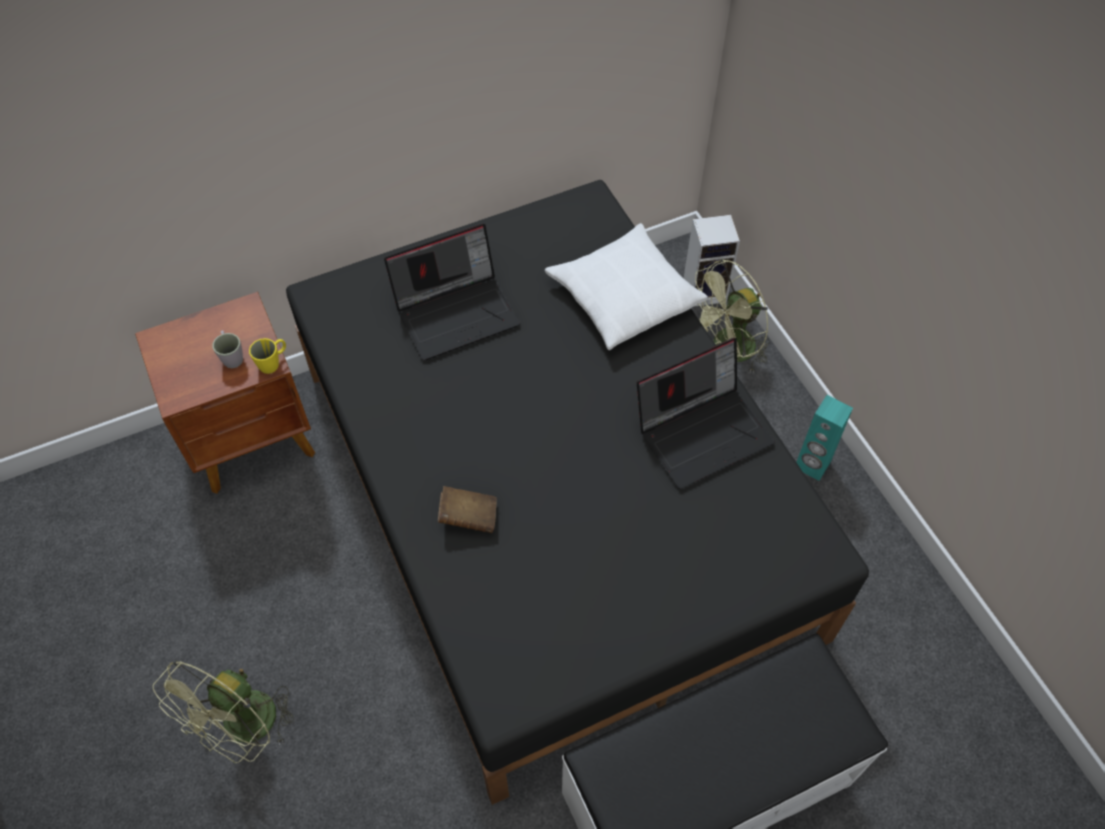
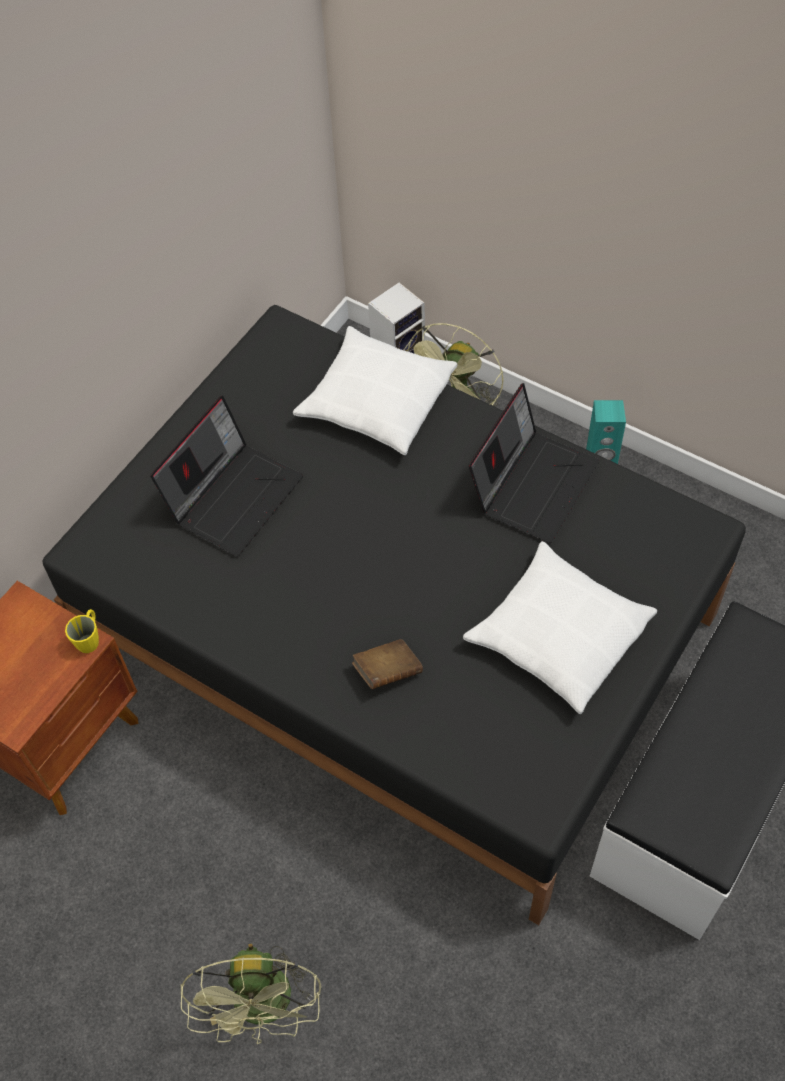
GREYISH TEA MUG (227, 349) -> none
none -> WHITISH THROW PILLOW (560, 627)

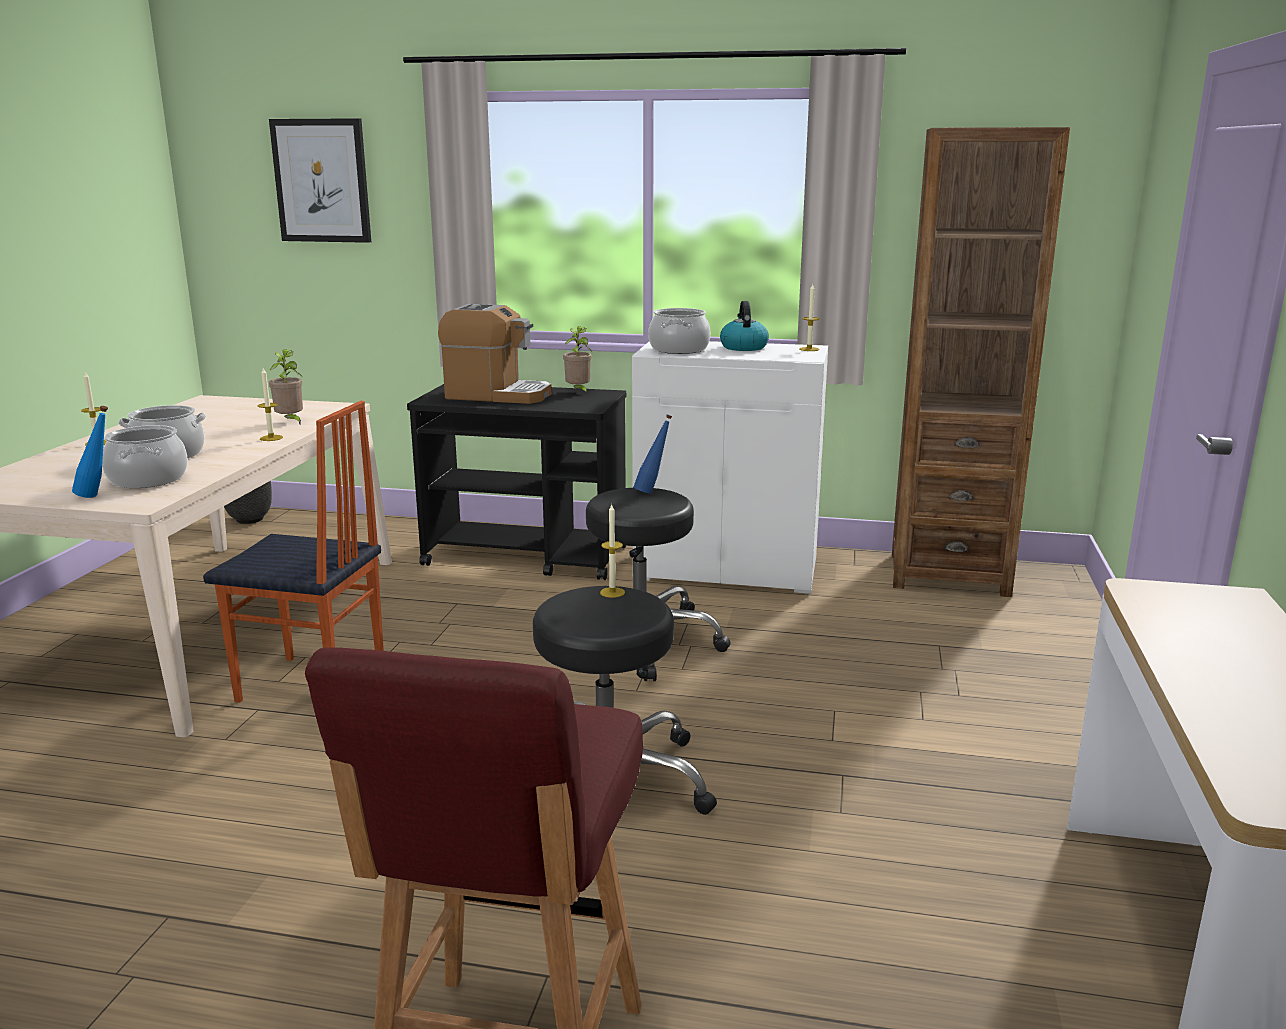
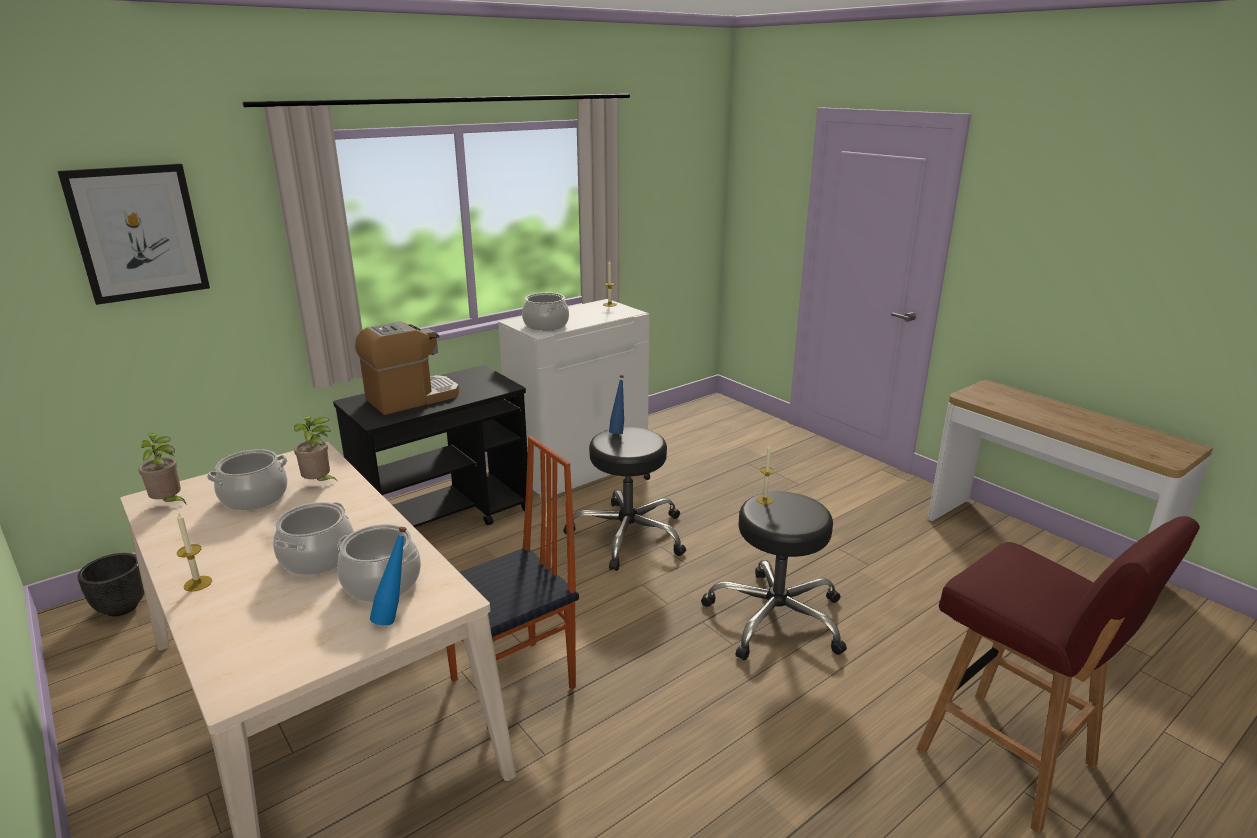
BROWN BOOKSHELF (981, 362) -> none
TEA KETTLE (744, 326) -> none
HOUSEPLANT (577, 360) -> HOUSEPLANT (162, 469), moved
WAX LIGHT (270, 404) -> none
none -> STOCKPOT (247, 480)

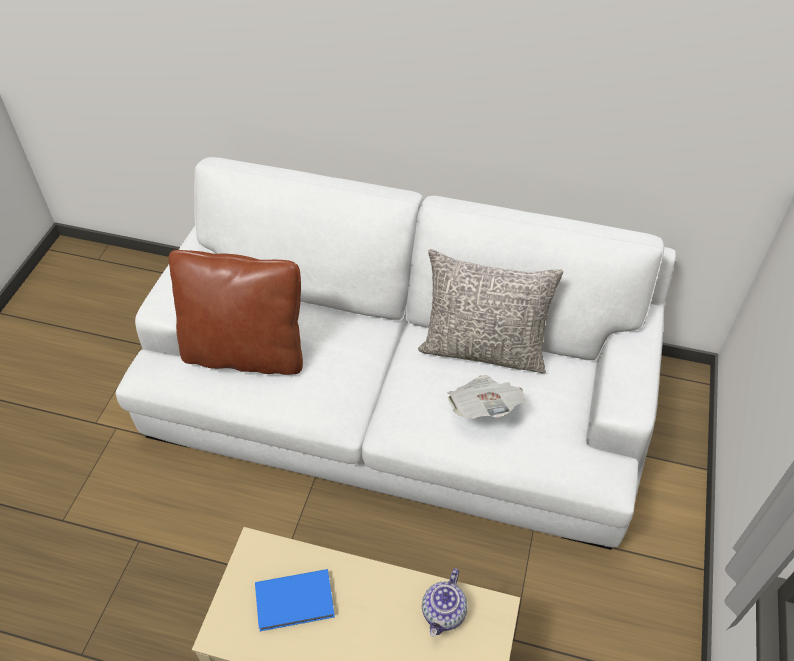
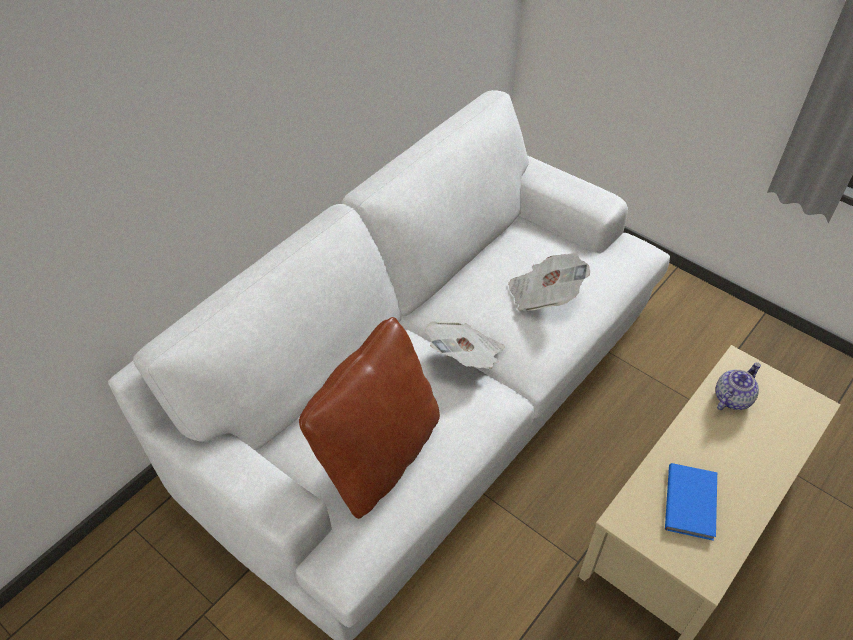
GREYISH THROW PILLOW (490, 311) -> none
POT FOR TEA (445, 602) -> POT FOR TEA (738, 386), 90 degrees counterclockwise
none -> NEWSPAPER (465, 345)

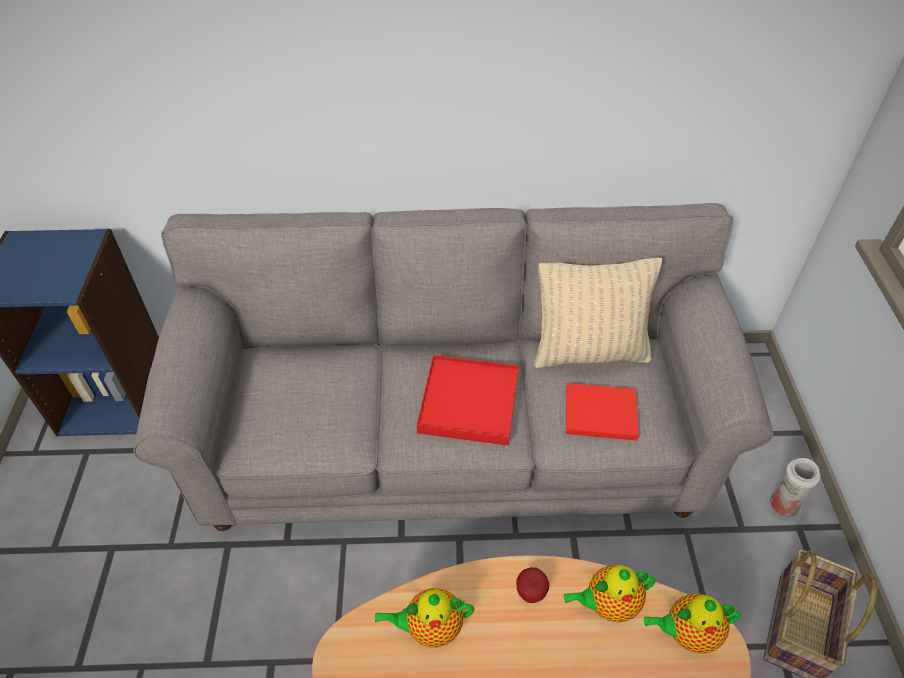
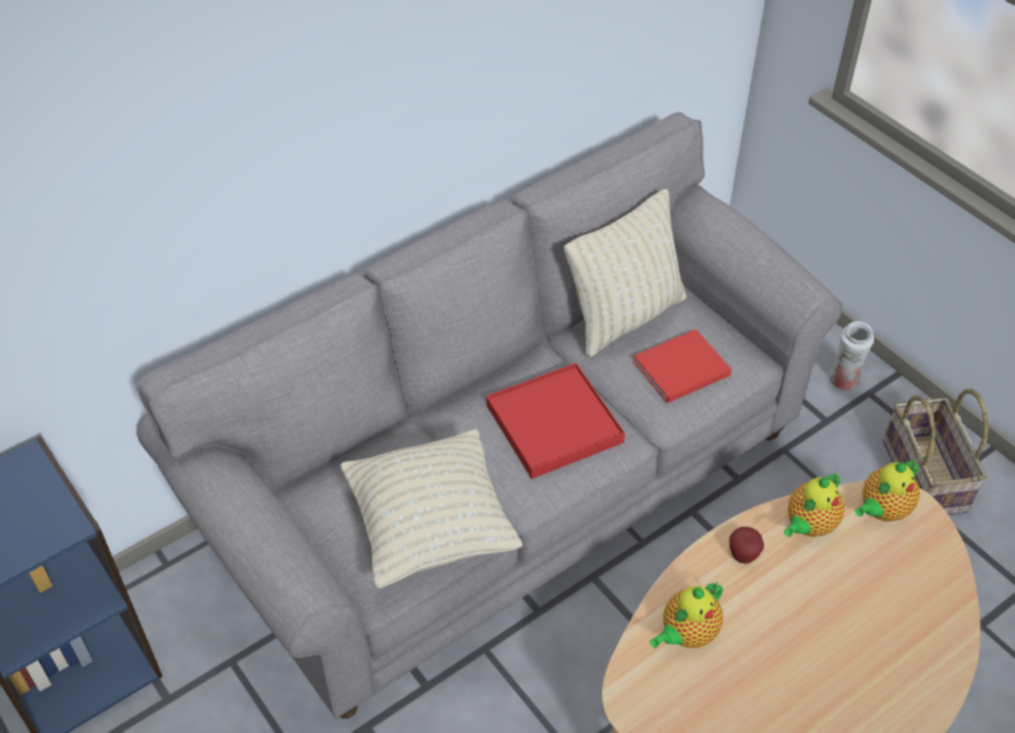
none -> BEIGE-COLOURED THROW PILLOW (431, 509)

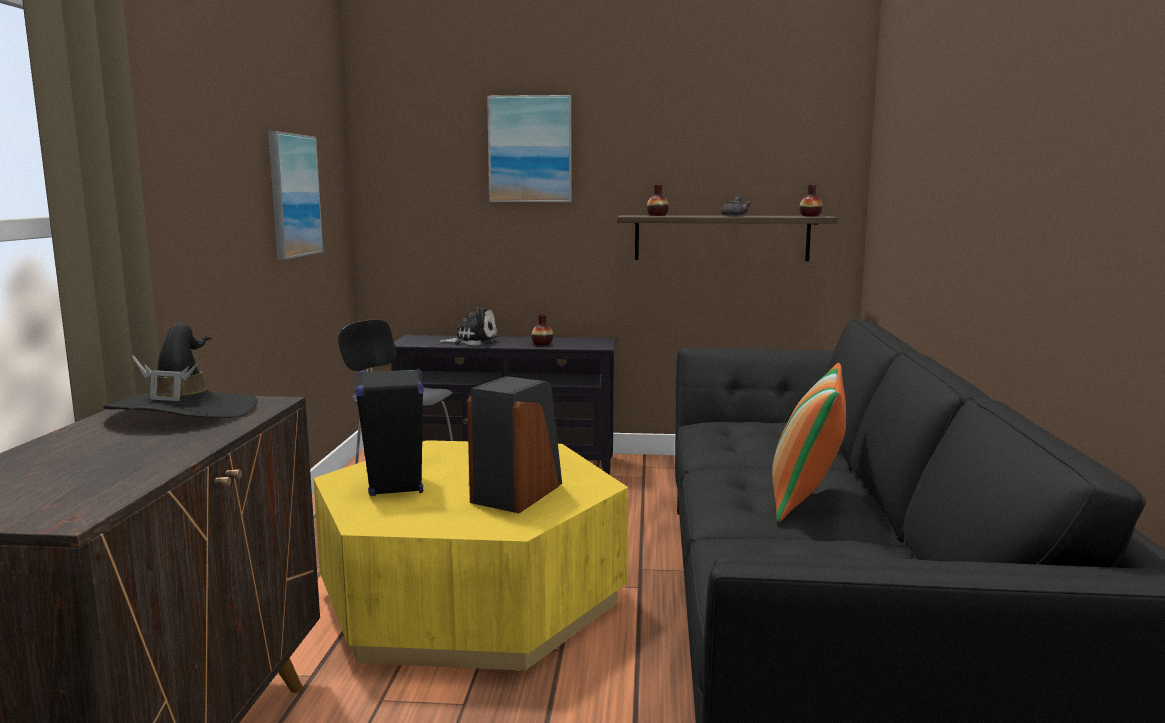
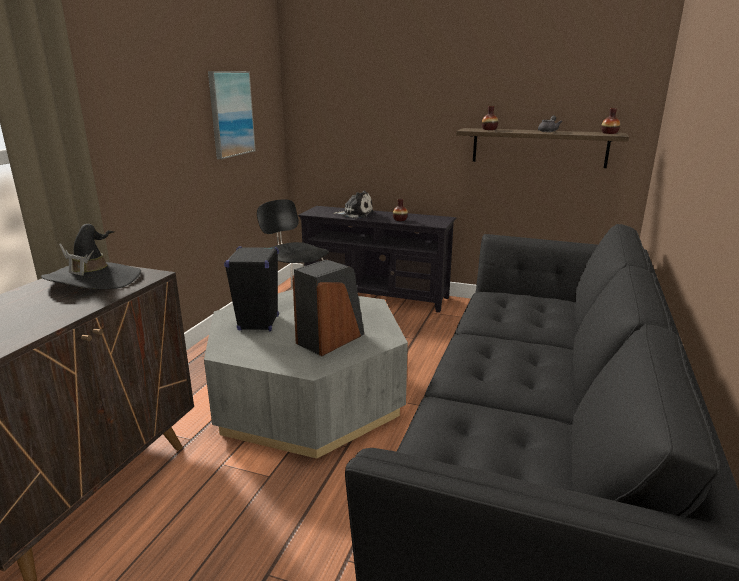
PICTURE (529, 148) -> none
THROW PILLOW (809, 442) -> none
YELLOW-COLOURED COFFEE TABLE (470, 555) -> GREYISH COFFEE TABLE (306, 374)

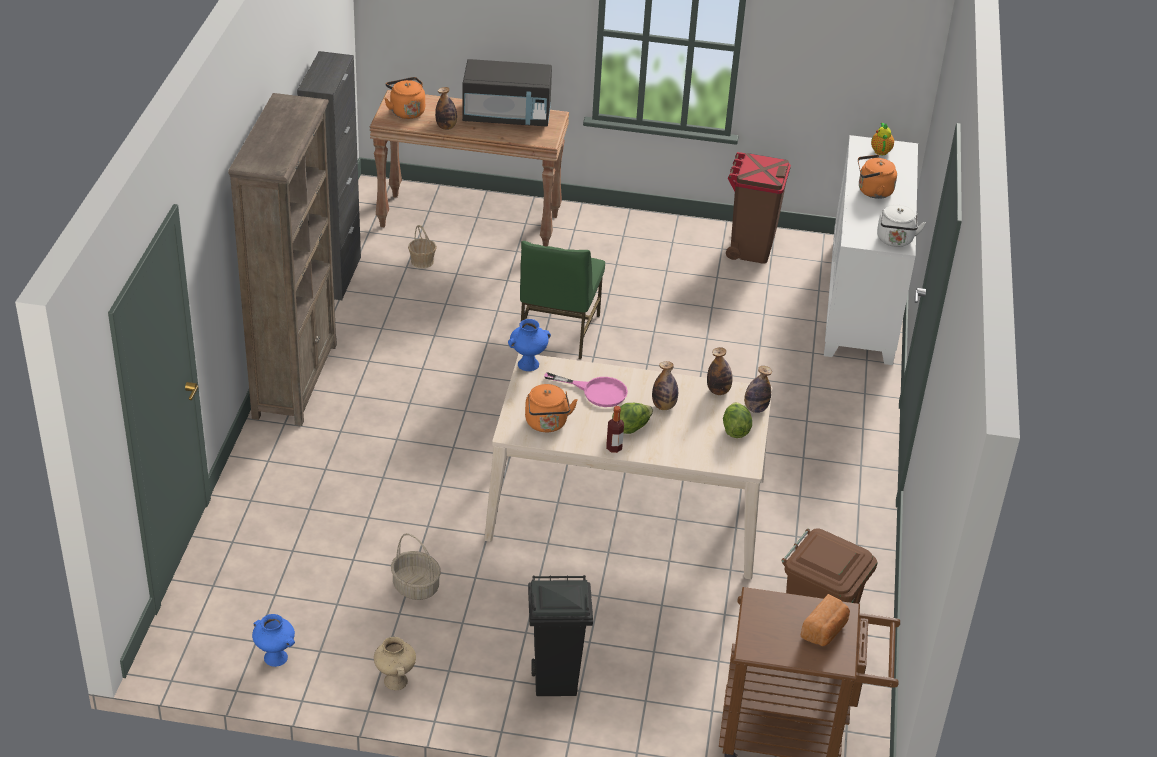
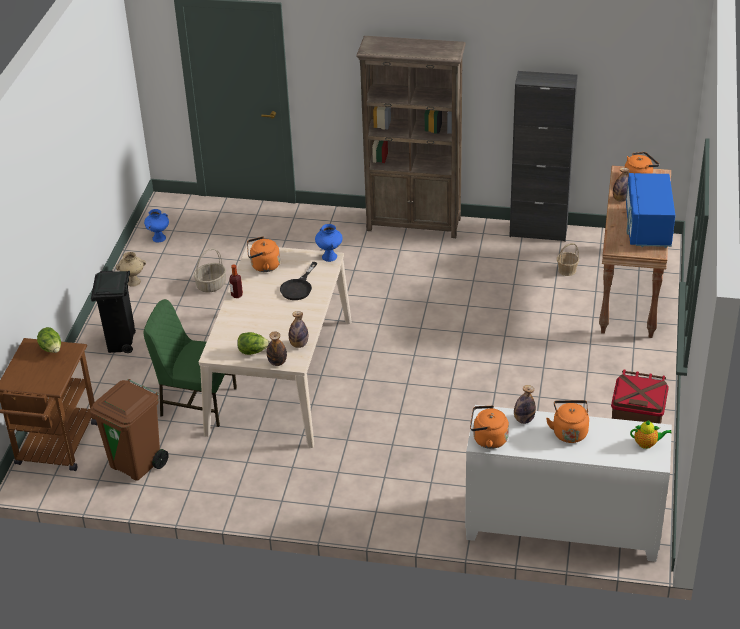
BLACK KITCHEN MICROWAVE (507, 92) -> BLUE KITCHEN MICROWAVE (650, 210)
WHITISH TEA KETTLE (901, 226) -> ORANGE TEA KETTLE (489, 427)
GREEN-COLOURED UPRIGHT CHAIR (562, 300) -> GREEN-COLOURED UPRIGHT CHAIR (190, 363), moved
BEVERAGE BOTTLE (665, 385) -> BEVERAGE BOTTLE (525, 404), moved
PINK PAN (586, 389) -> BLACK PAN (298, 281)
HEAD OF LETTUCE (632, 418) -> HEAD OF LETTUCE (49, 340), moved
BAKERY BREAD (825, 620) -> none

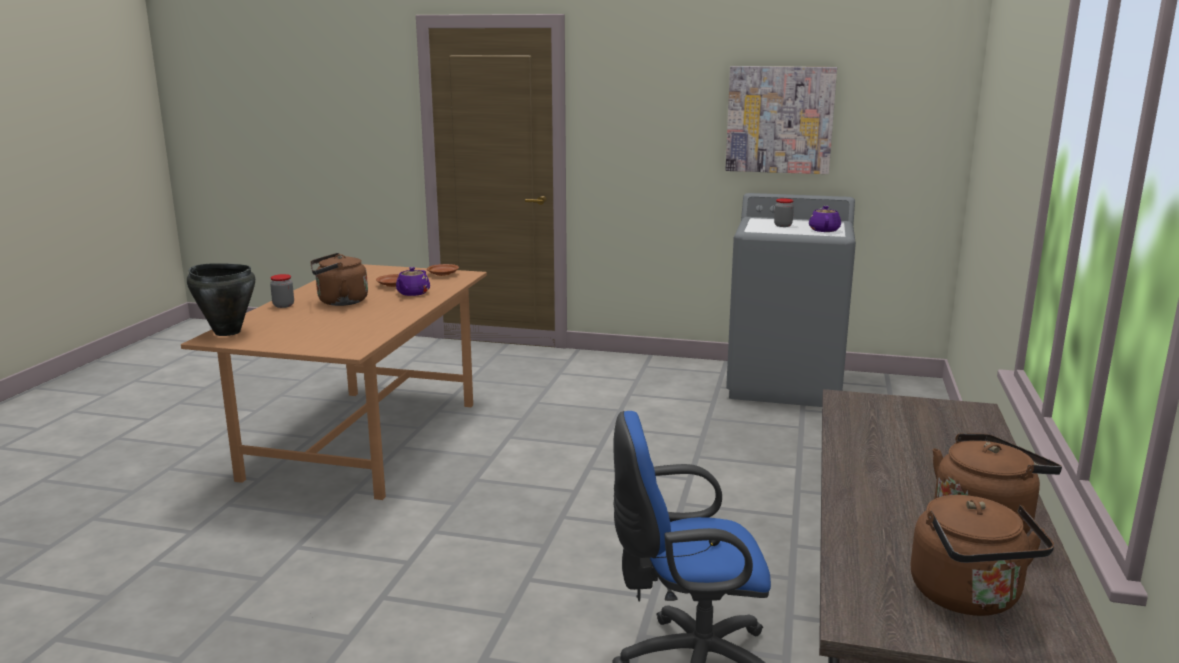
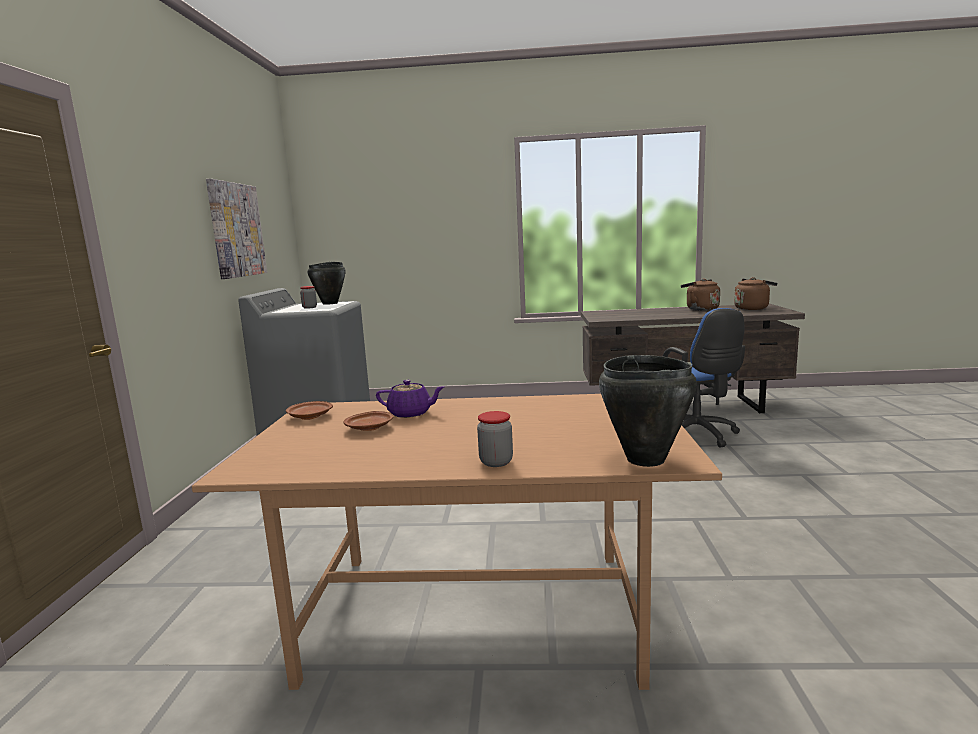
PURPLE POT FOR TEA (825, 219) -> BLACK STOCKPOT (326, 283)
BROWN TEA KETTLE (339, 279) -> none

